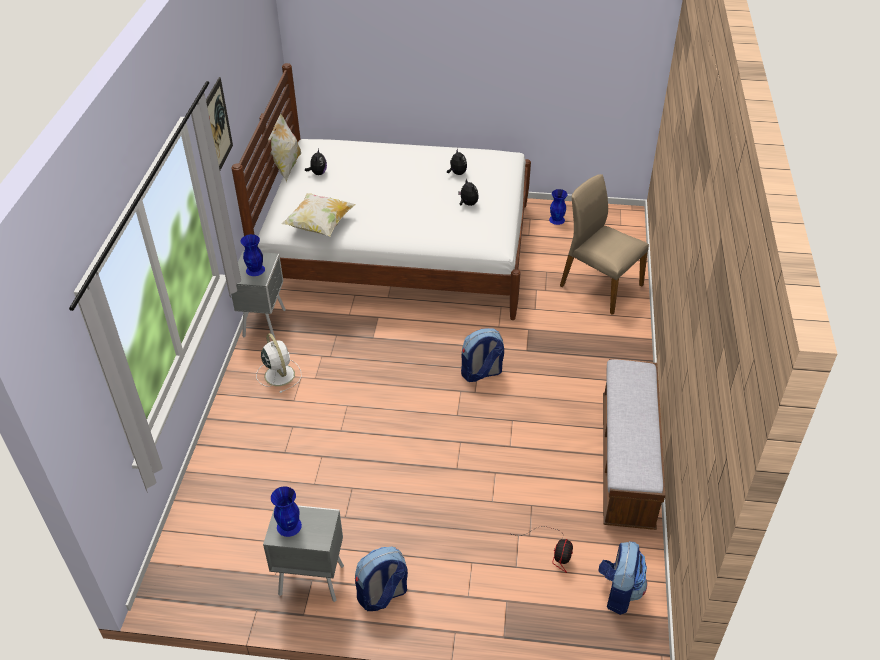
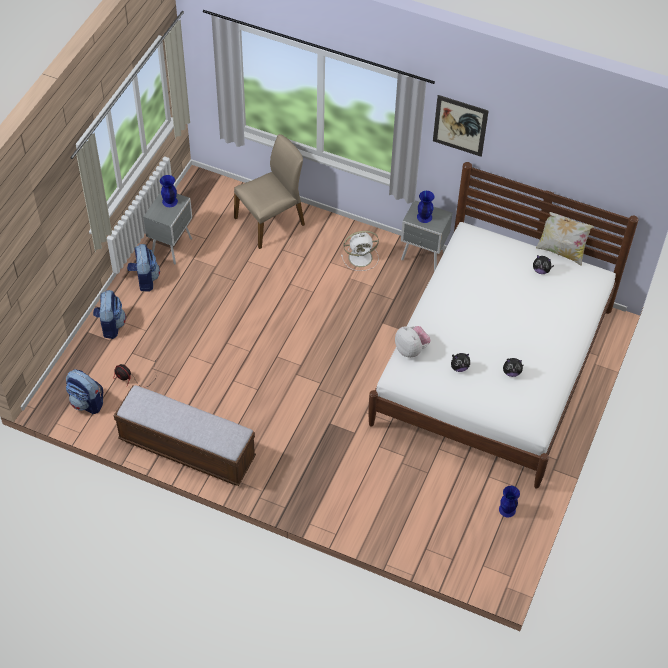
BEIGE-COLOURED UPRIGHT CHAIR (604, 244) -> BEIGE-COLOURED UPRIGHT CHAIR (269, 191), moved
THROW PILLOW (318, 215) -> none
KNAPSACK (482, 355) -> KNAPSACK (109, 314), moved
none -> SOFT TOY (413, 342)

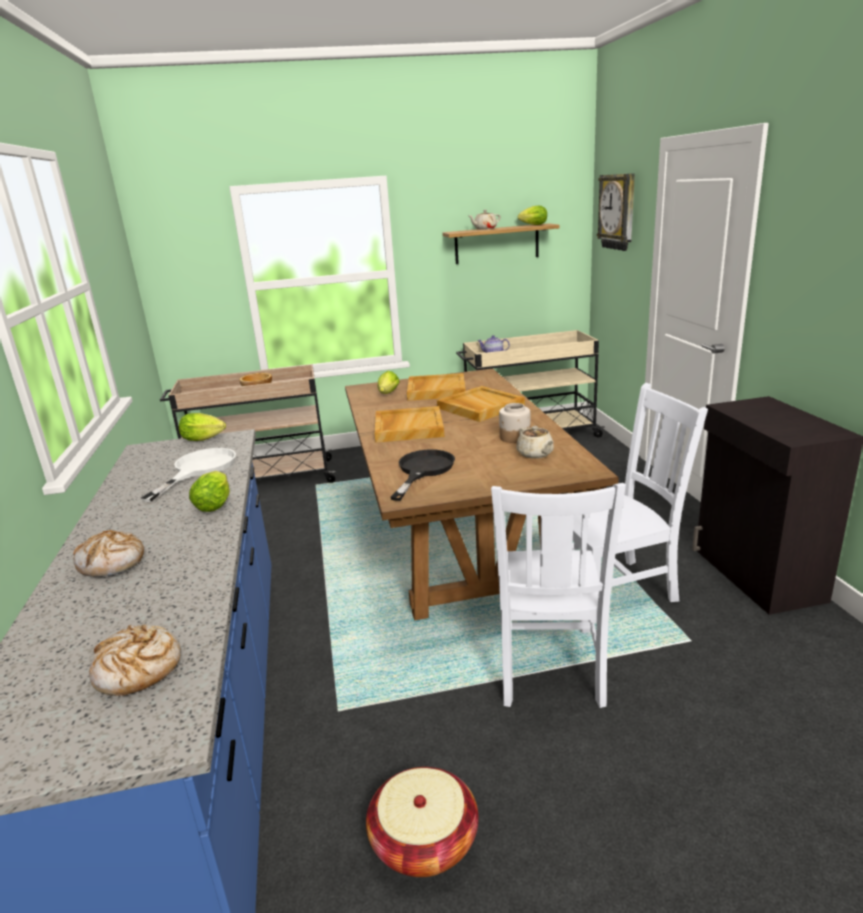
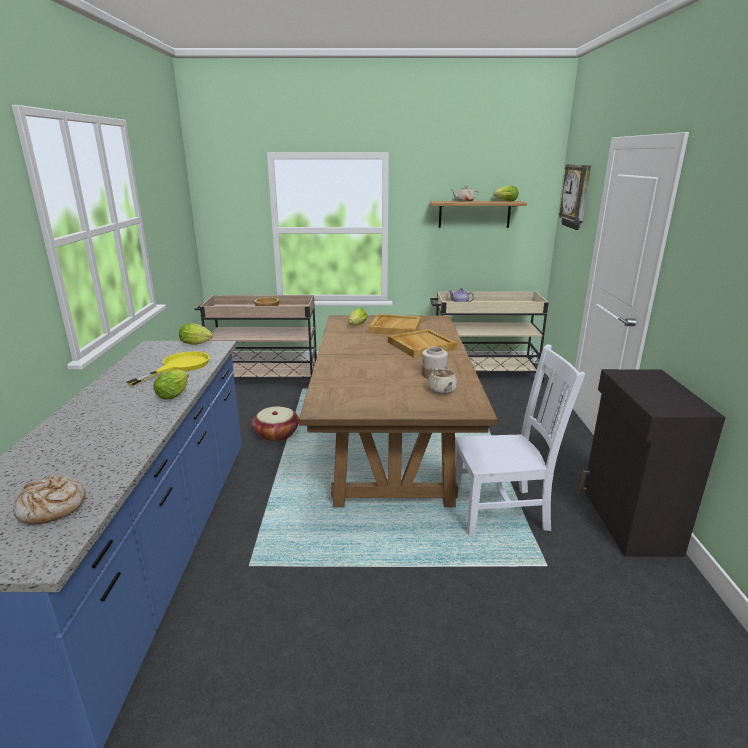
BEIGE-COLOURED CARRYING TRAY (409, 424) -> none
WHITISH PAN (188, 475) -> YELLOW-COLOURED PAN (168, 368)
BLACK PAN (423, 475) -> none
WHITISH UPRIGHT CHAIR (558, 595) -> none
BAKERY BREAD (108, 553) -> none
BASKET (422, 822) -> BASKET (275, 424), moved

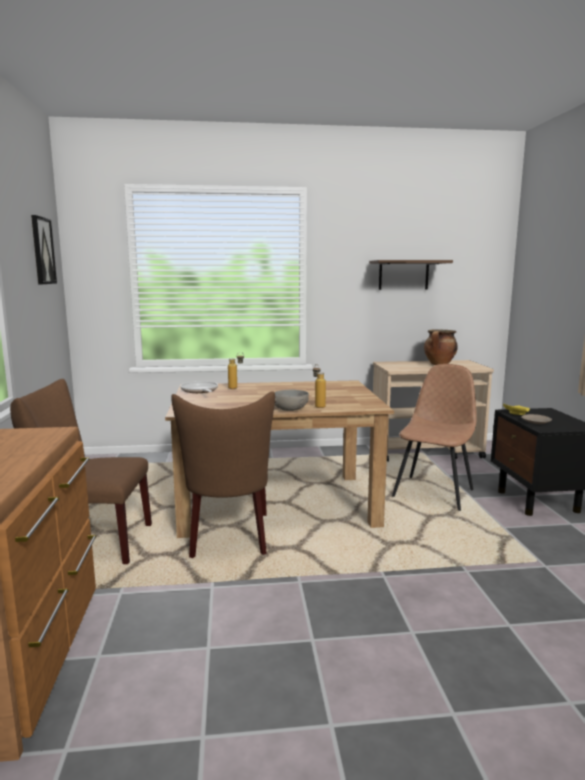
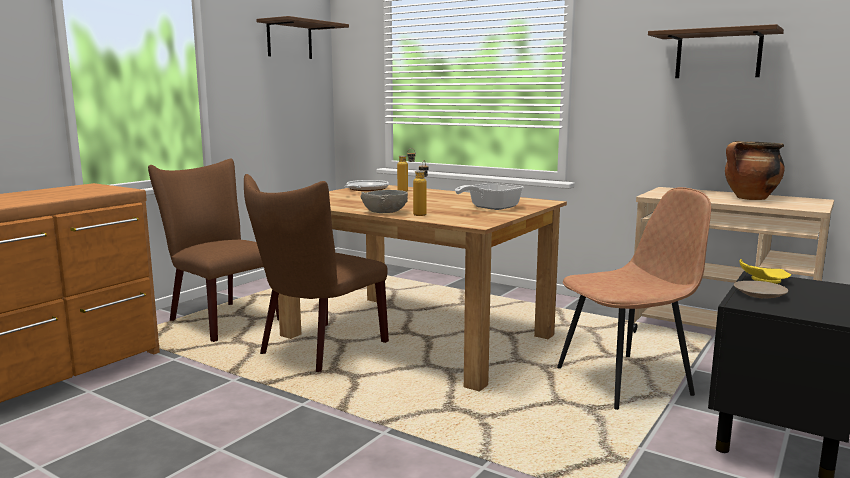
PICTURE (44, 249) -> BROWN SHELF (302, 37)
none -> PAN (489, 196)

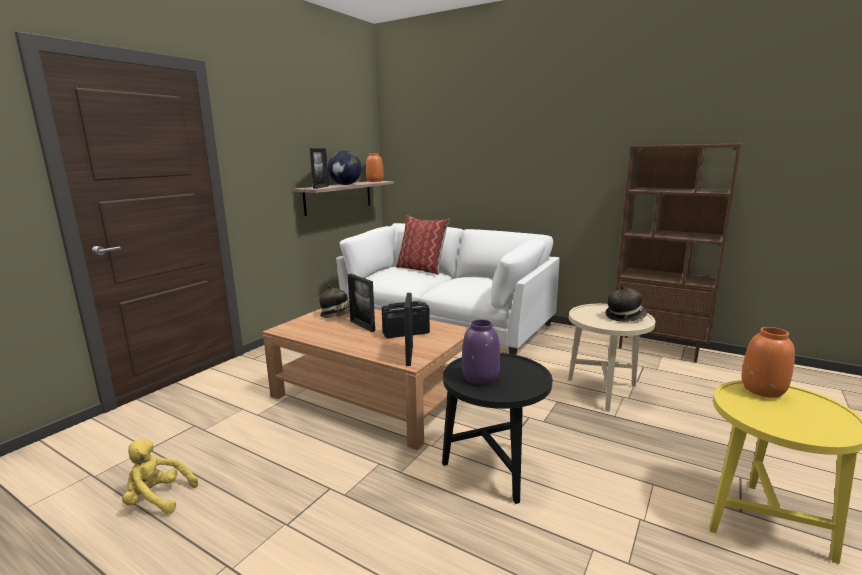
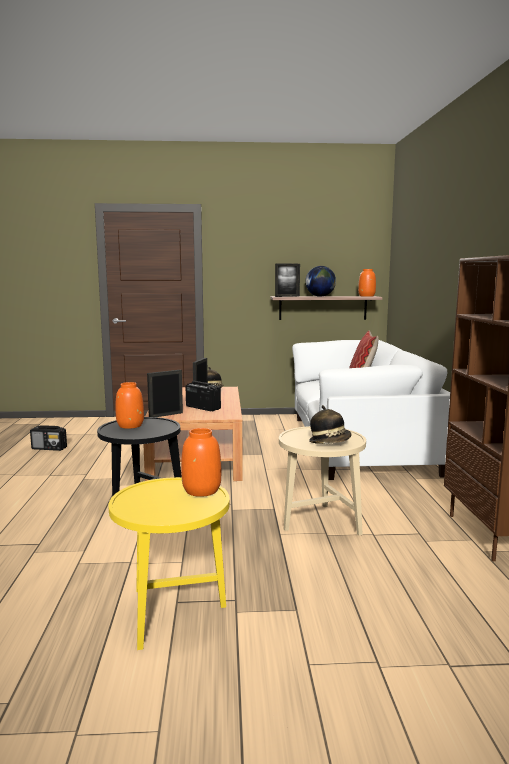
PURPLE VASE (481, 352) -> ORANGE VASE (129, 405)
YELLOW-COLOURED SOFT TOY (160, 476) -> RADIO RECEIVER (48, 438)

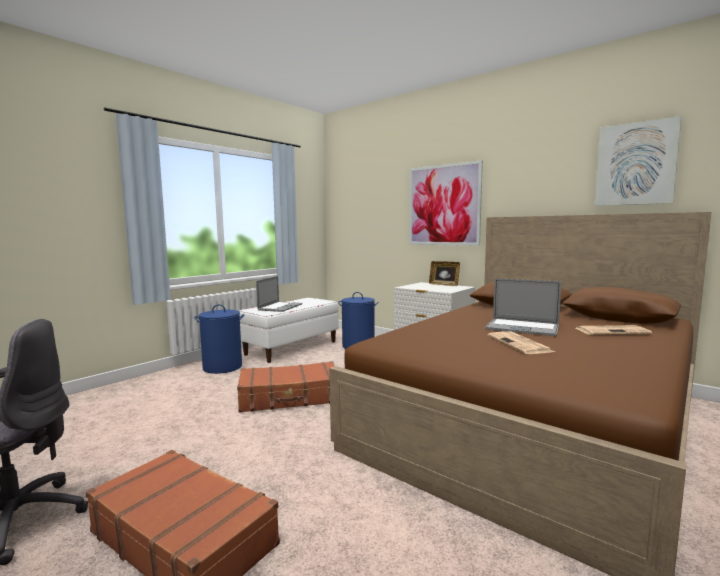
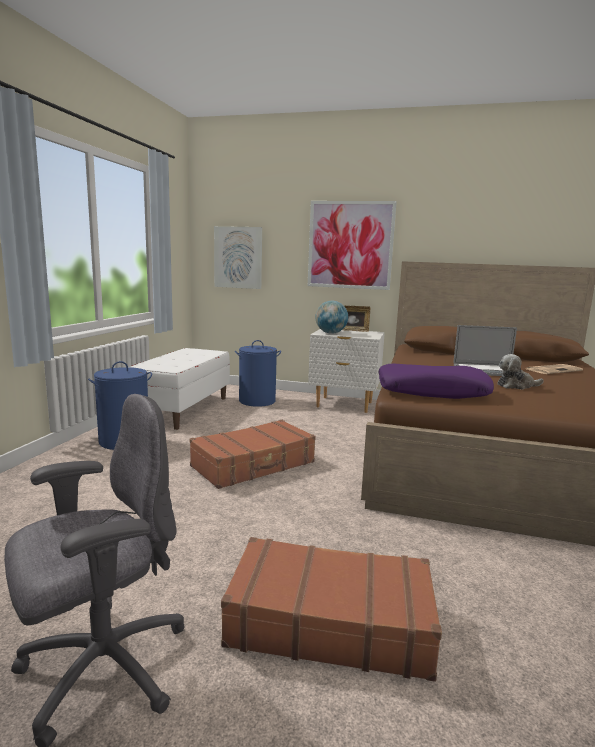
PICTURE (638, 161) -> PICTURE (238, 257), moved
LAPTOP (279, 294) -> none
NEWSPAPER (521, 342) -> SOFT TOY (521, 371)
none -> WORLD GLOBE (331, 317)
none -> PURPLE THROW PILLOW (436, 381)

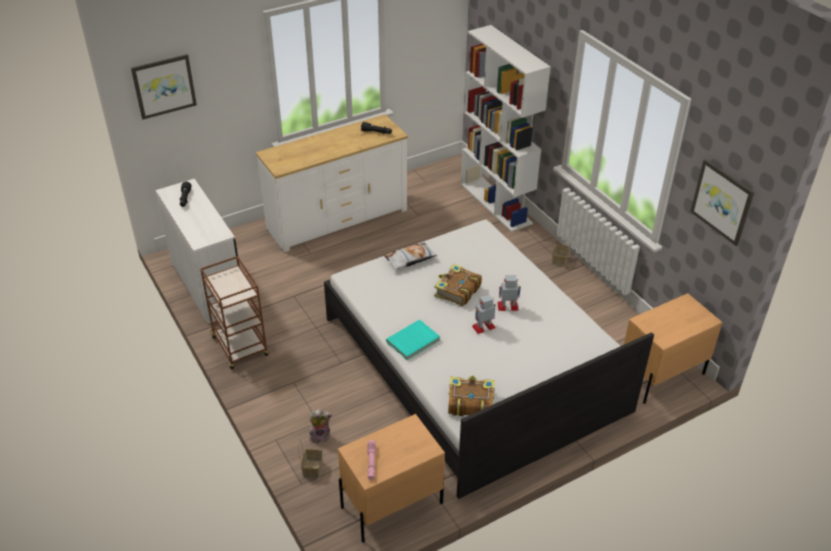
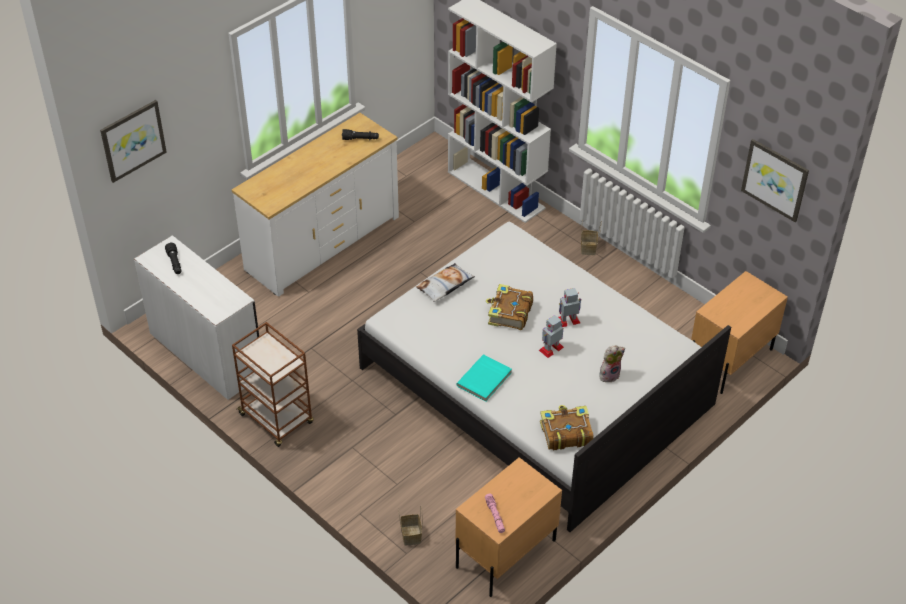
SOFT TOY (320, 426) -> SOFT TOY (612, 363), moved

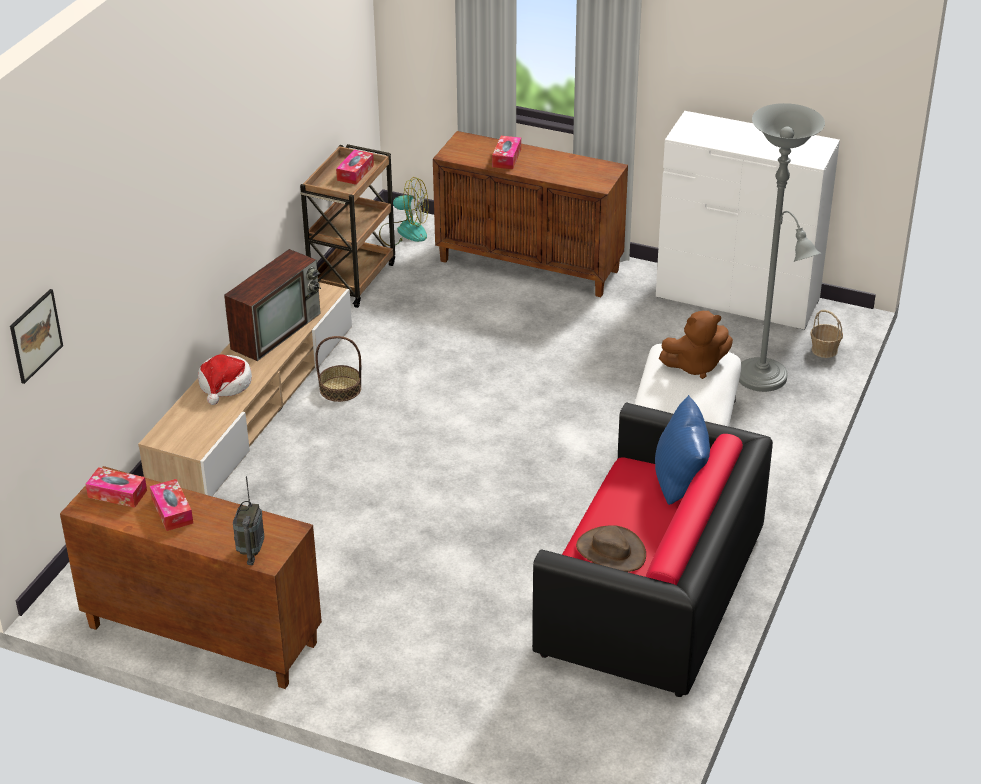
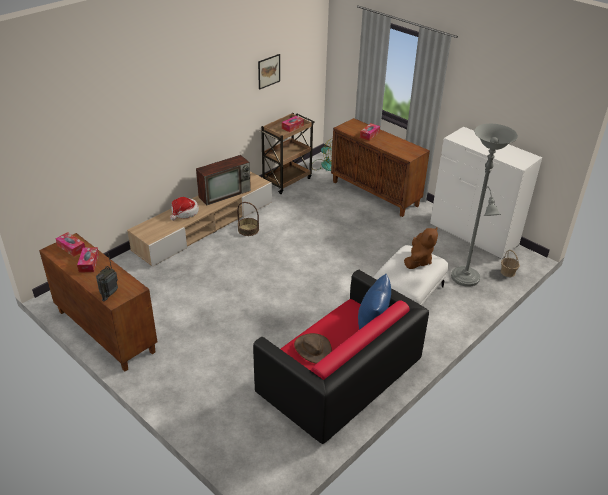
PICTURE (36, 336) -> PICTURE (269, 71), moved
BROWN SOFT TOY (696, 345) -> BROWN SOFT TOY (421, 248), 75 degrees counterclockwise

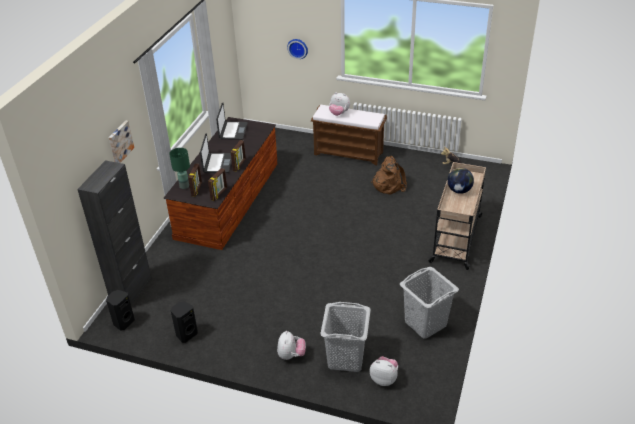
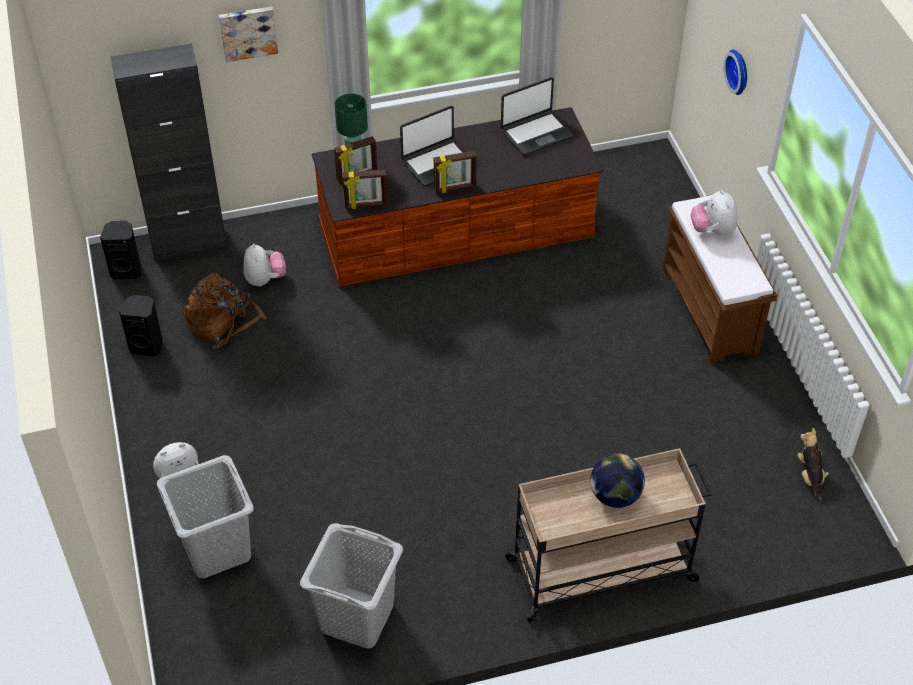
BROWN KNAPSACK (389, 175) -> BROWN KNAPSACK (225, 311), moved
SOFT TOY (384, 371) -> SOFT TOY (264, 265), moved

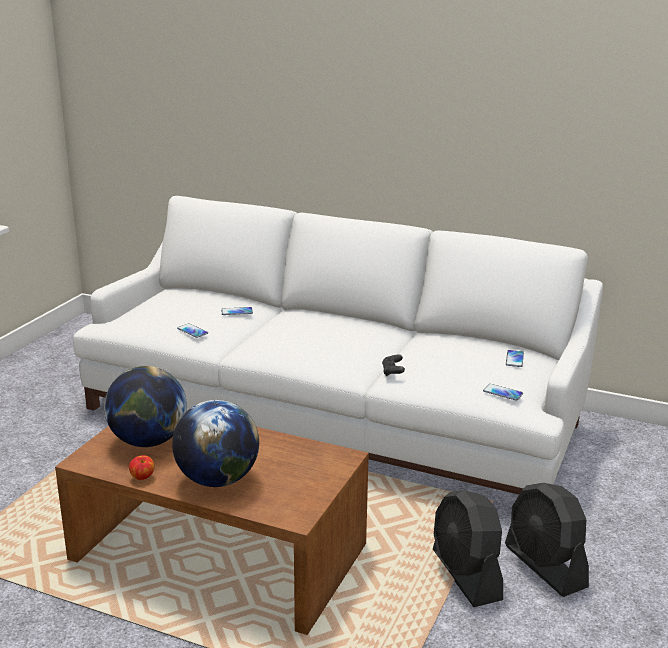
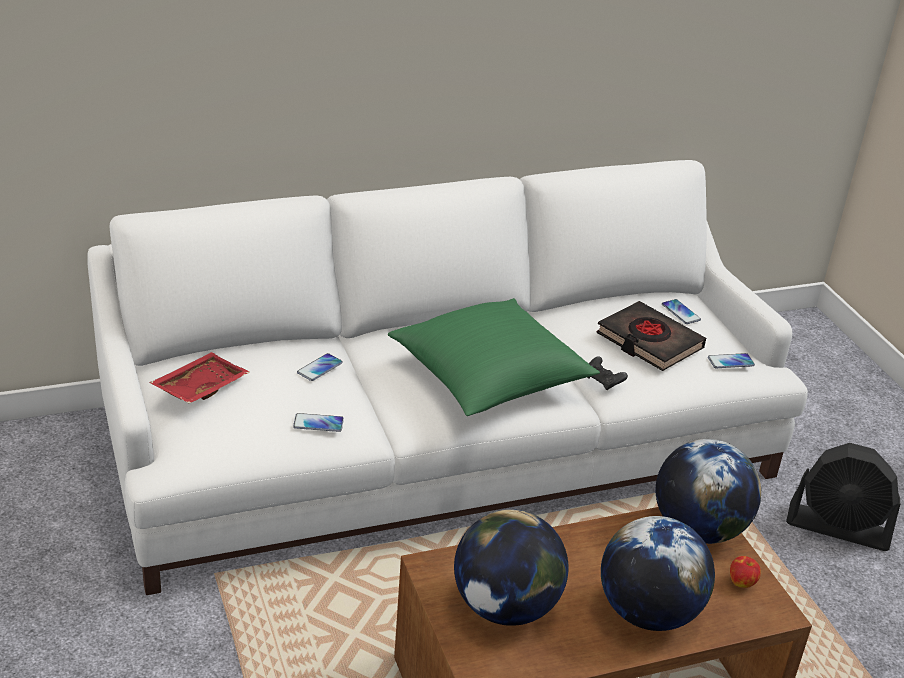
APPLE FRUIT (142, 467) -> APPLE FRUIT (745, 572), moved
BLACK COOLING FAN (468, 548) -> none
none -> GREEN-COLOURED THROW PILLOW (494, 357)
none -> BLACK BOOK (651, 336)
none -> RED-COLOURED CARRYING TRAY (199, 377)
none -> WORLD GLOBE (708, 491)

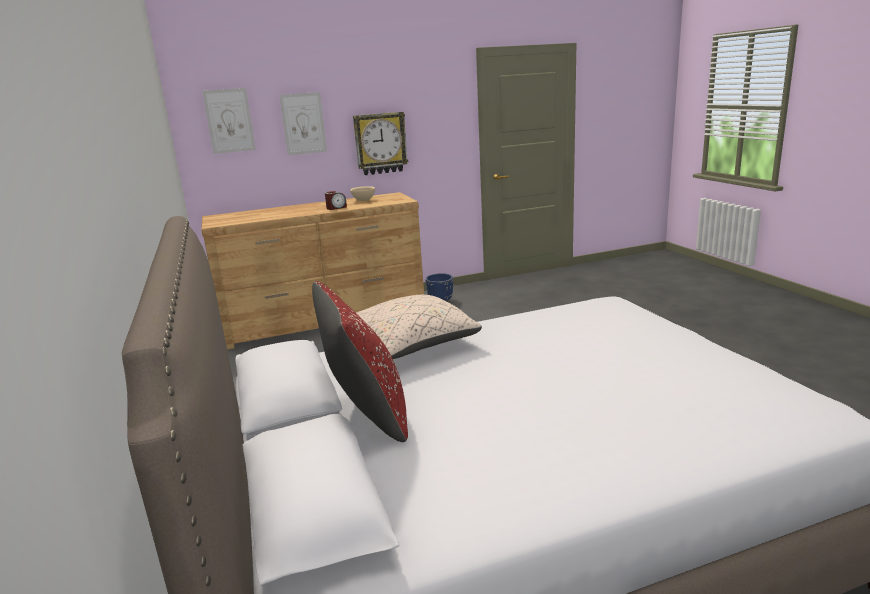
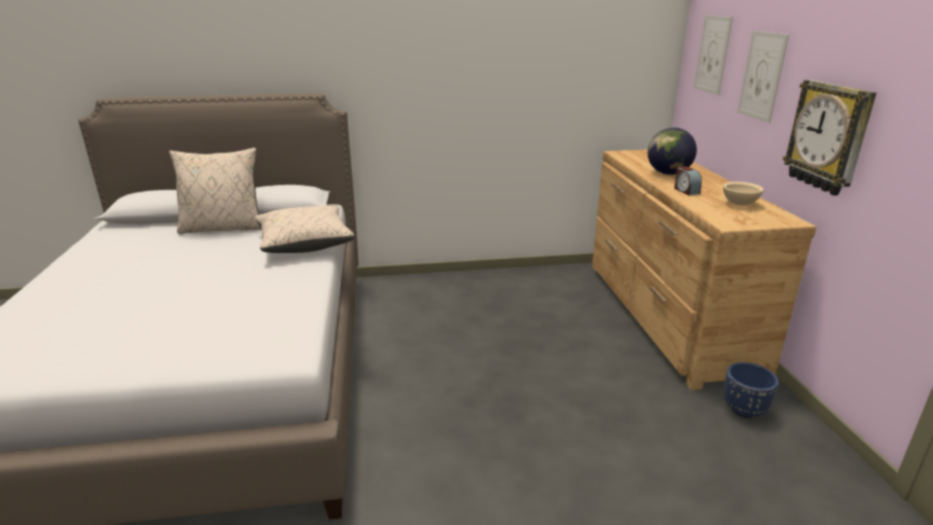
RED-COLOURED THROW PILLOW (360, 361) -> BEIGE-COLOURED THROW PILLOW (215, 191)
none -> WORLD GLOBE (672, 151)

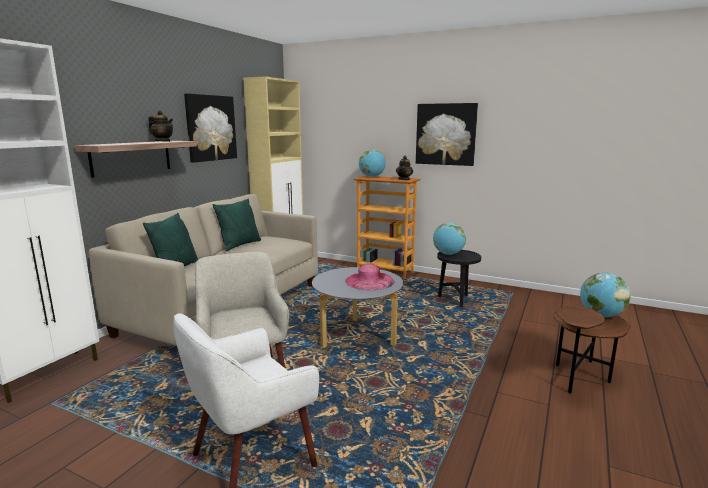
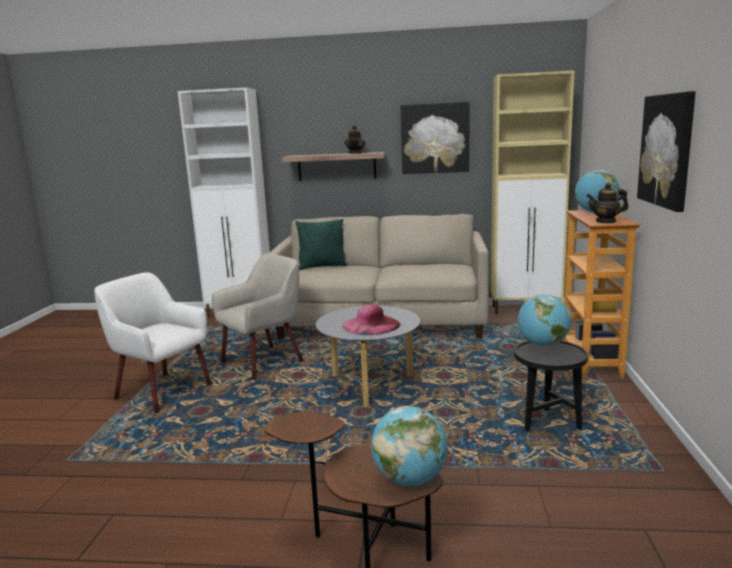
GREEN-COLOURED THROW PILLOW (237, 225) -> none

